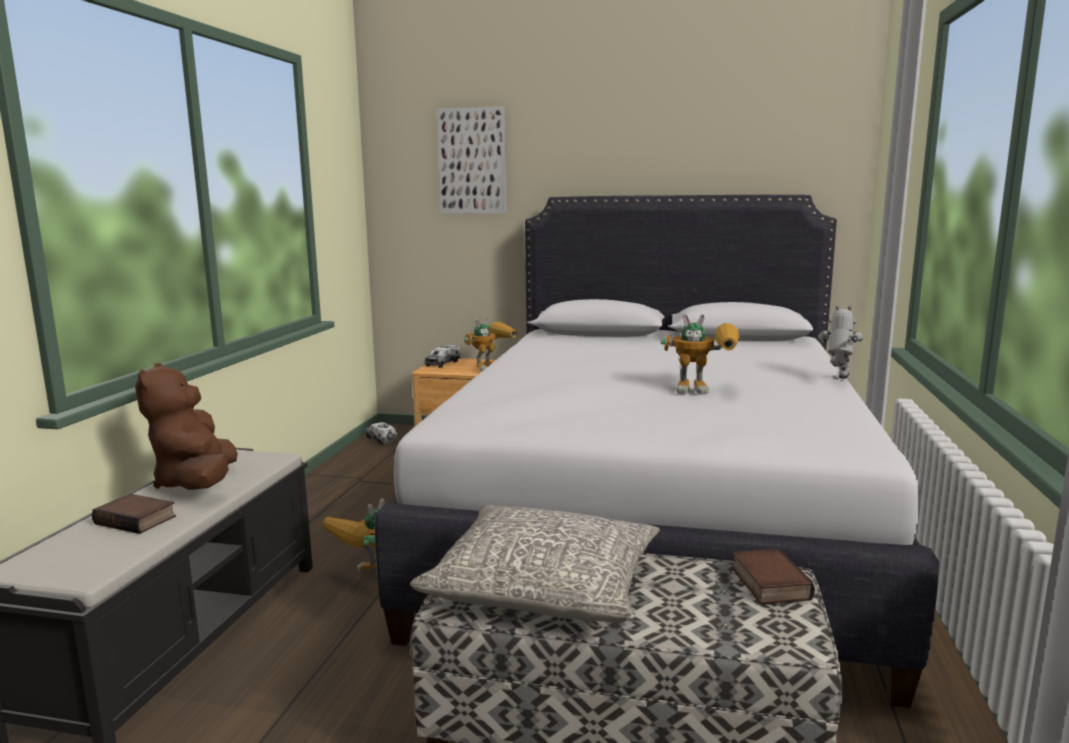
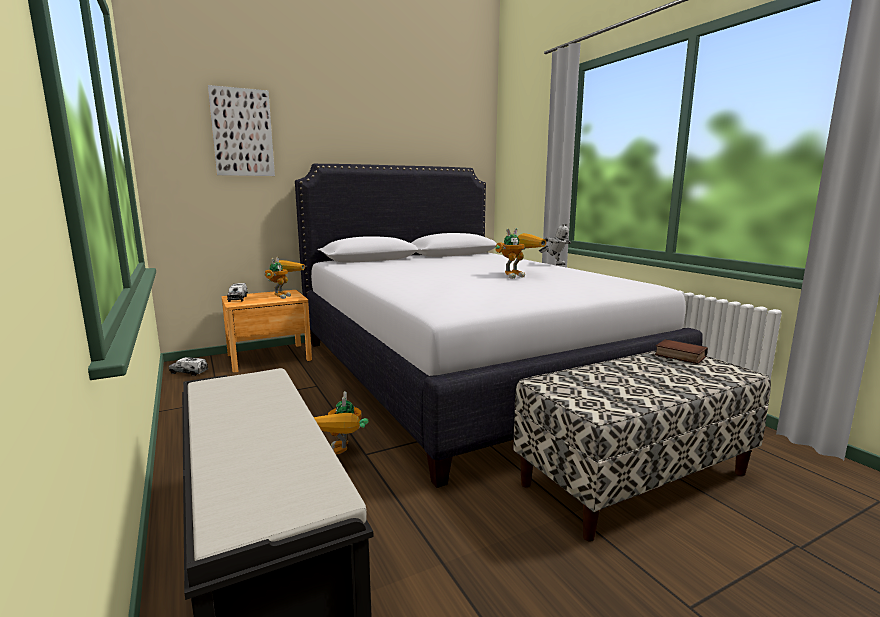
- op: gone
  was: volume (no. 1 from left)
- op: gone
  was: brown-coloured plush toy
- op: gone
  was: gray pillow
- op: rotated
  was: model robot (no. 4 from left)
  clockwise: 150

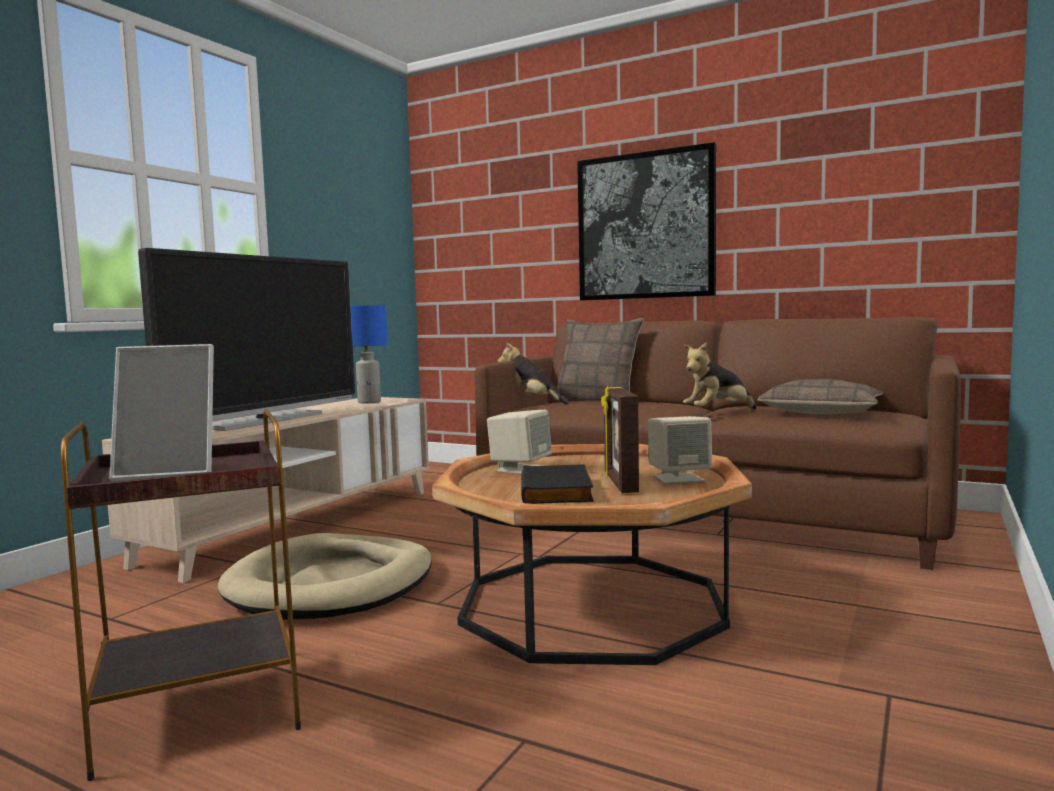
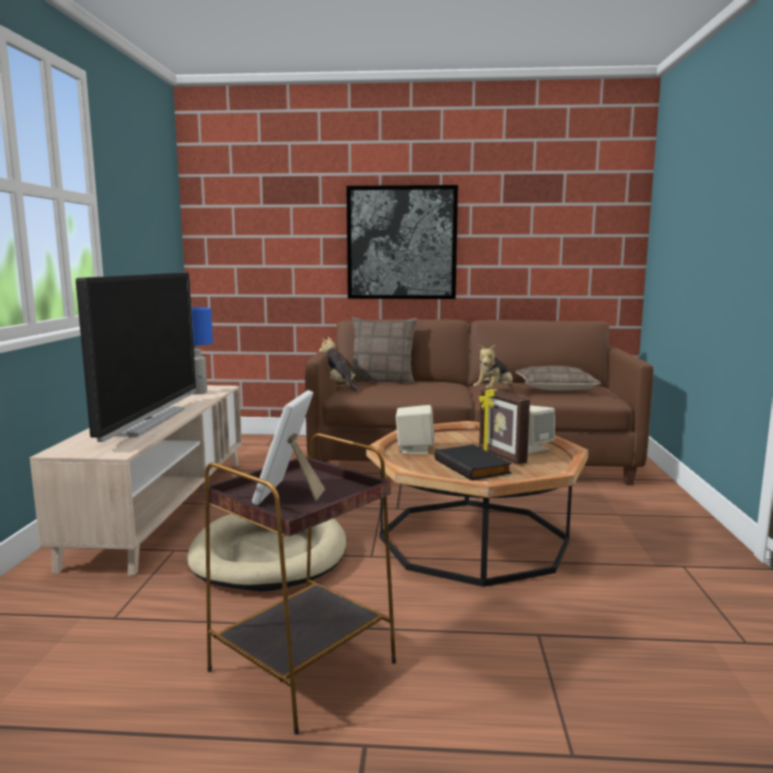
- op: rotated
  was: photo frame (no. 1 from left)
  clockwise: 135
- op: rotated
  was: plush toy (no. 1 from left)
  clockwise: 45

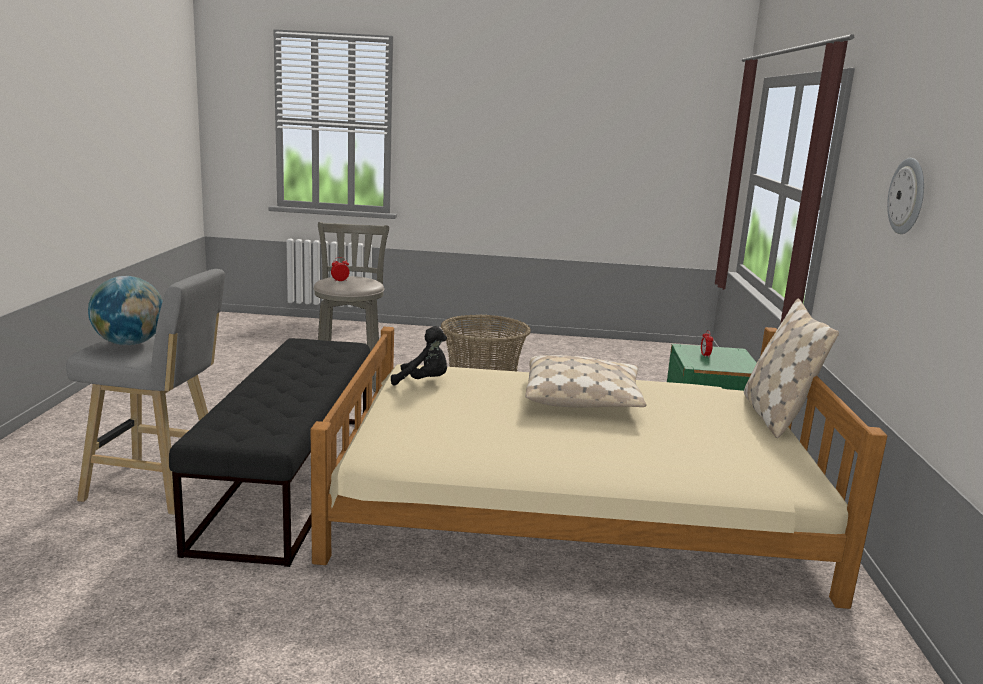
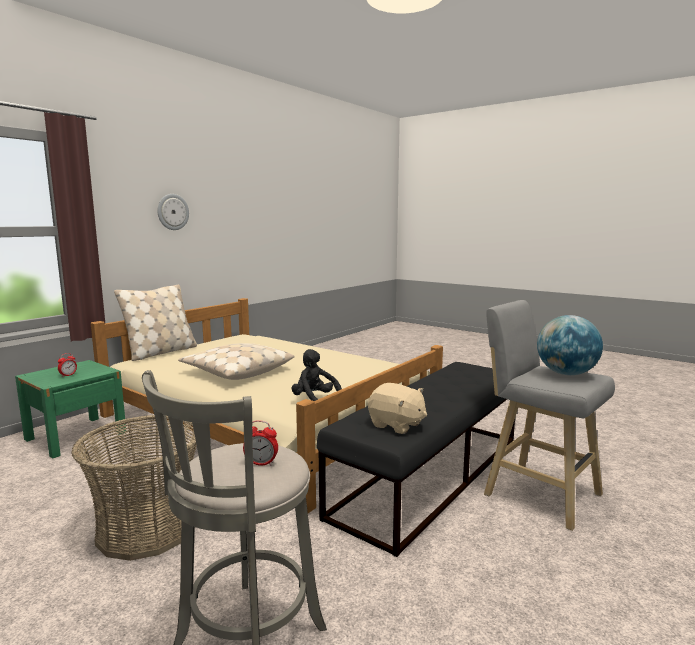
- op: new
  now: sand-coloured plush toy

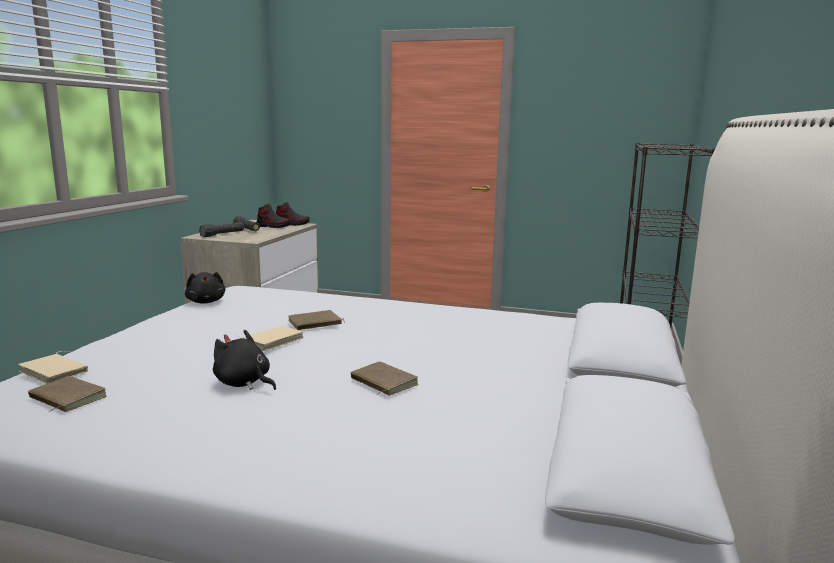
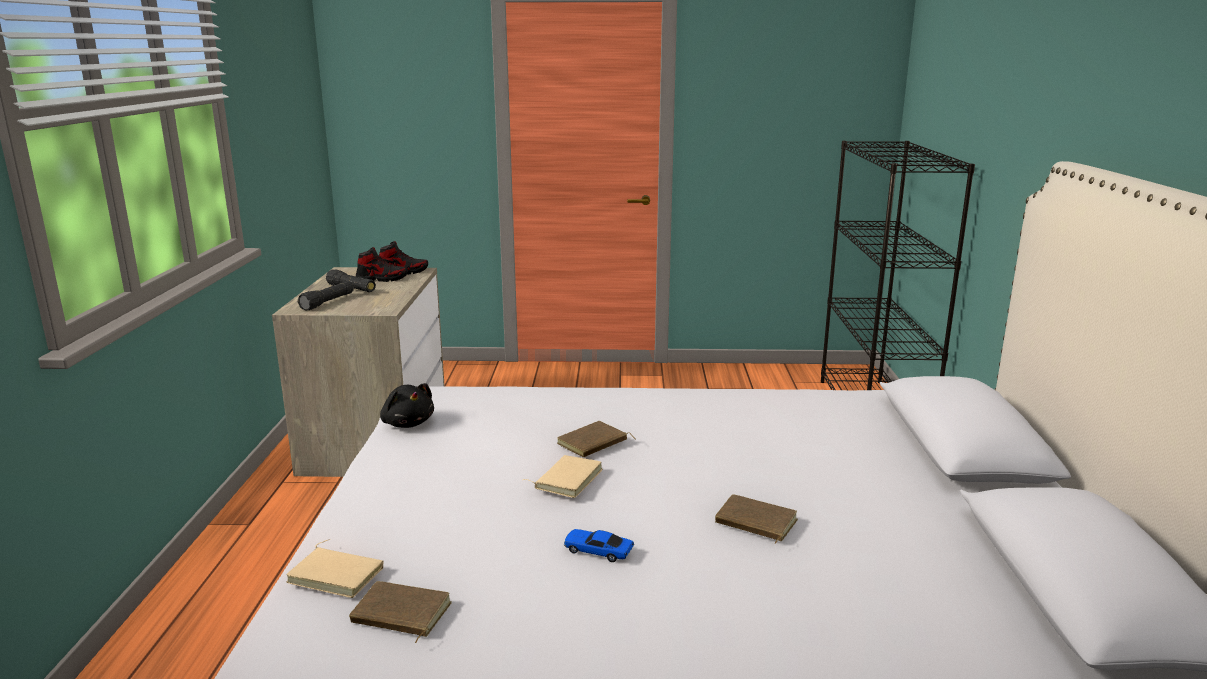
- op: swapped
  was: blackish plush toy (no. 2 from left)
  now: model car

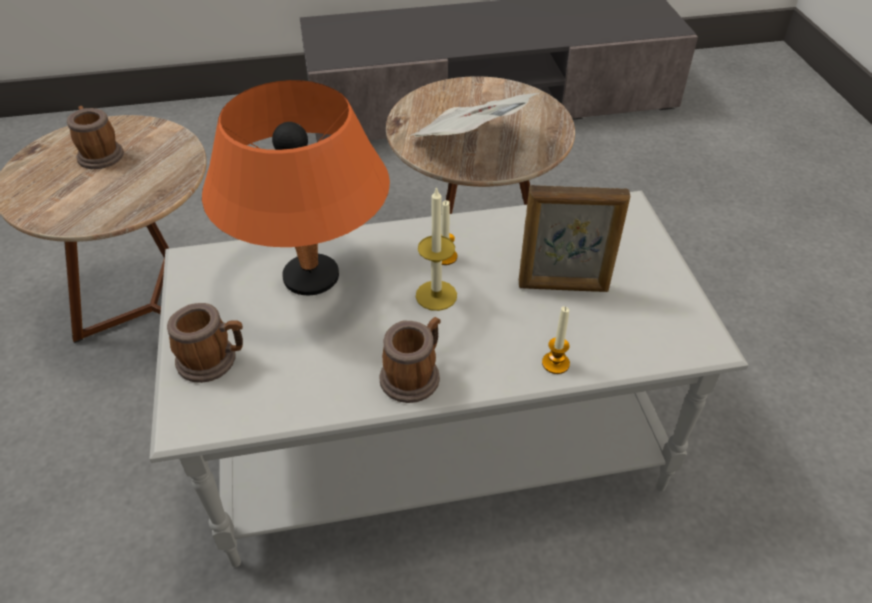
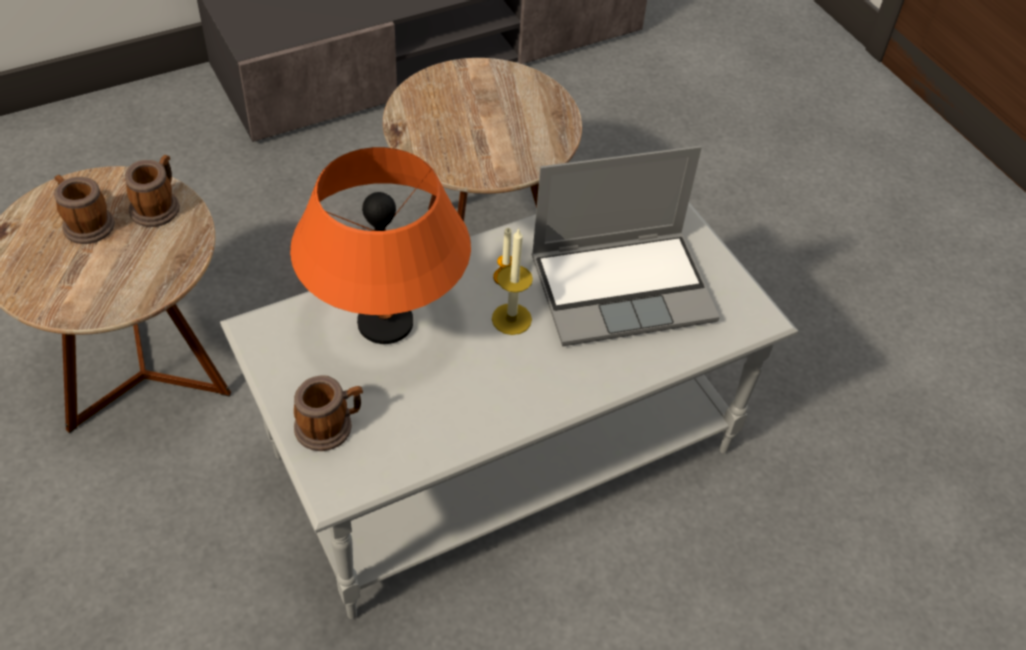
- op: shifted
  was: mug (no. 3 from left in the first image)
  now: mug (no. 2 from left)
- op: gone
  was: daily paper
- op: swapped
  was: photo frame
  now: portable computer
- op: gone
  was: wax light (no. 3 from left)

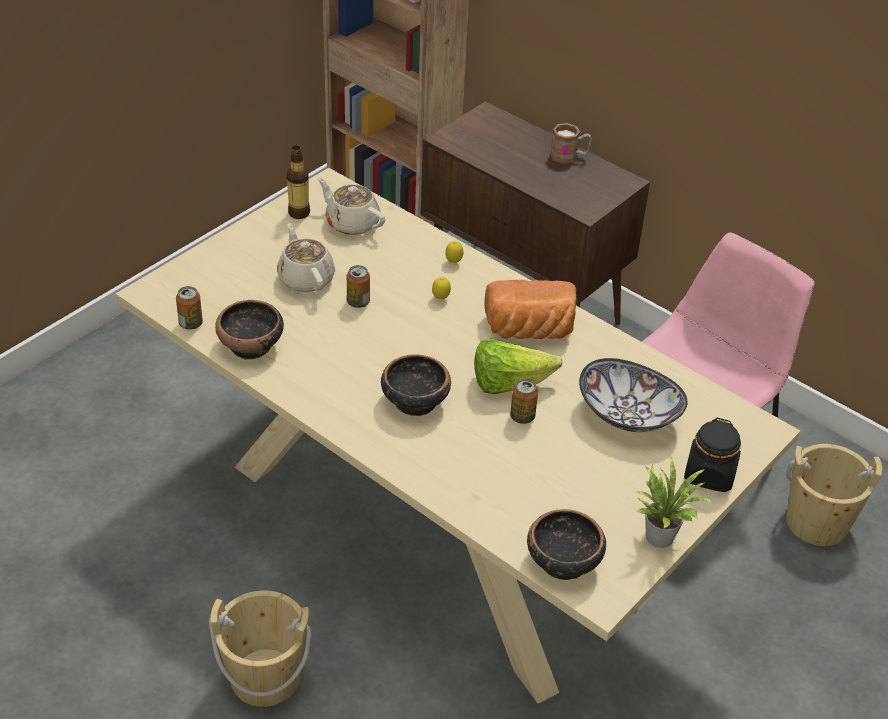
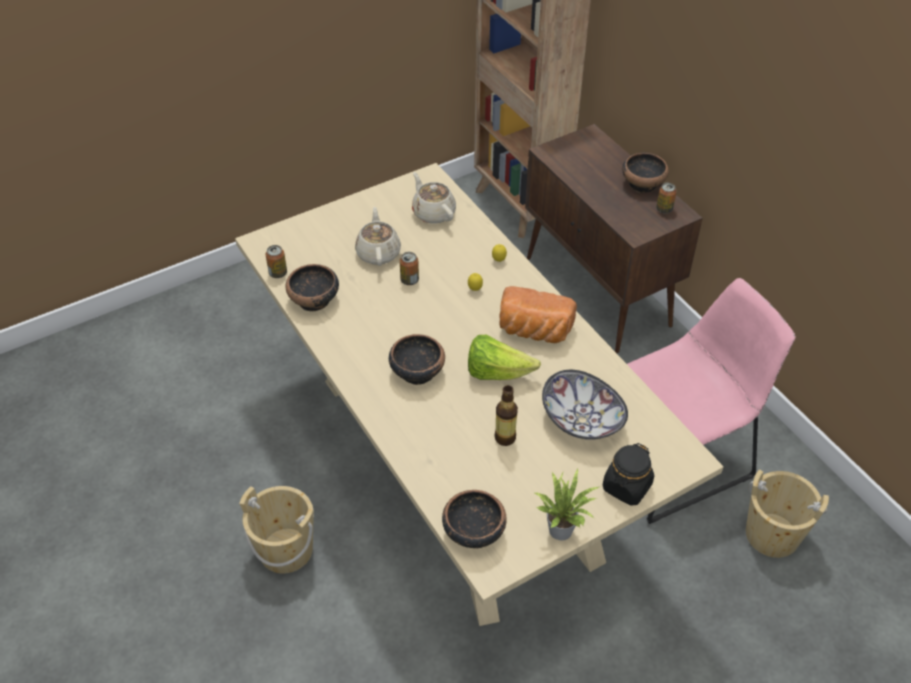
- op: shifted
  was: beverage bottle
- op: shifted
  was: sealed can (no. 3 from left)
- op: swapped
  was: mug
  now: serving bowl (no. 5 from left)

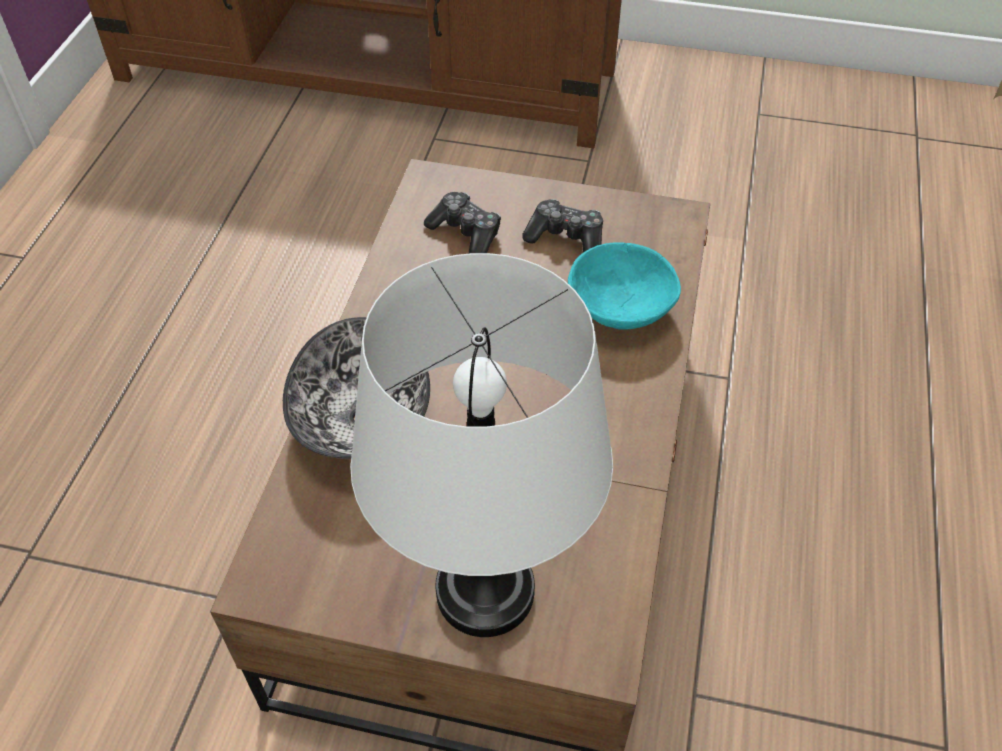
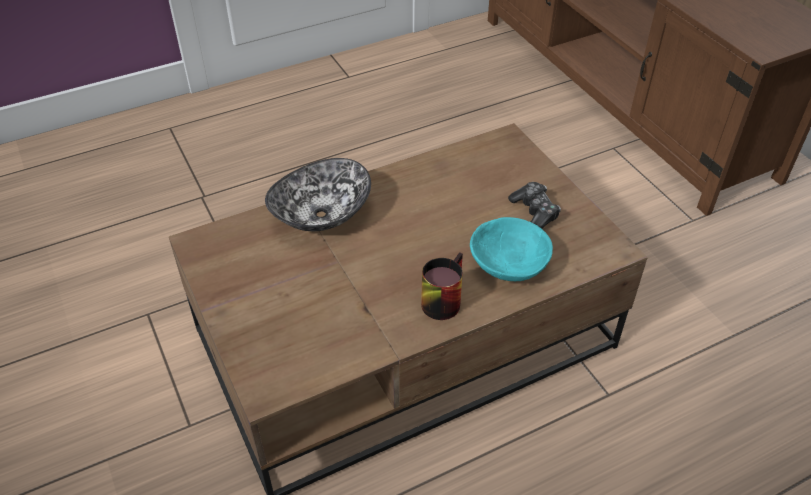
- op: gone
  was: white table lamp
- op: gone
  was: gamepad (no. 1 from left)
- op: new
  now: mug

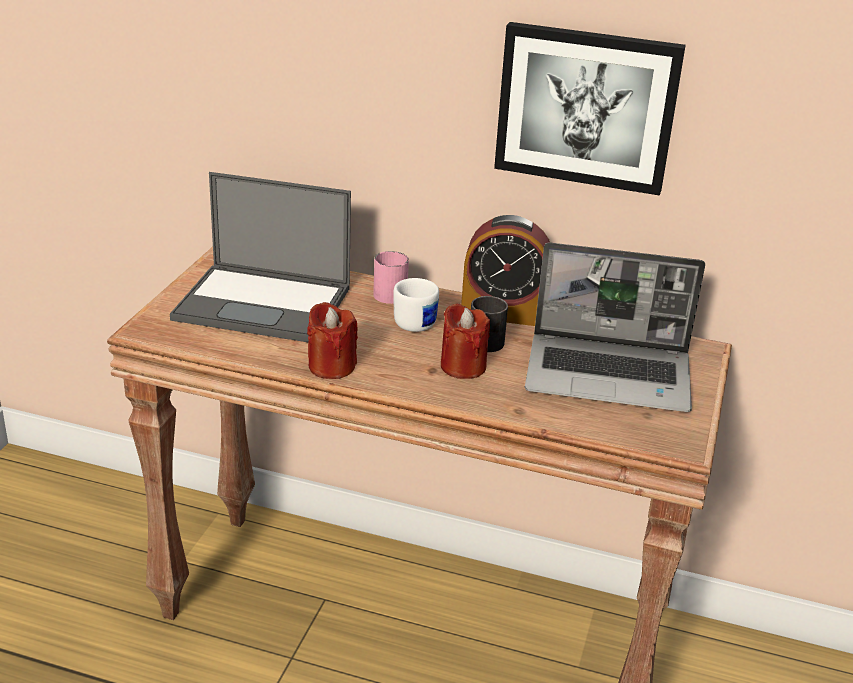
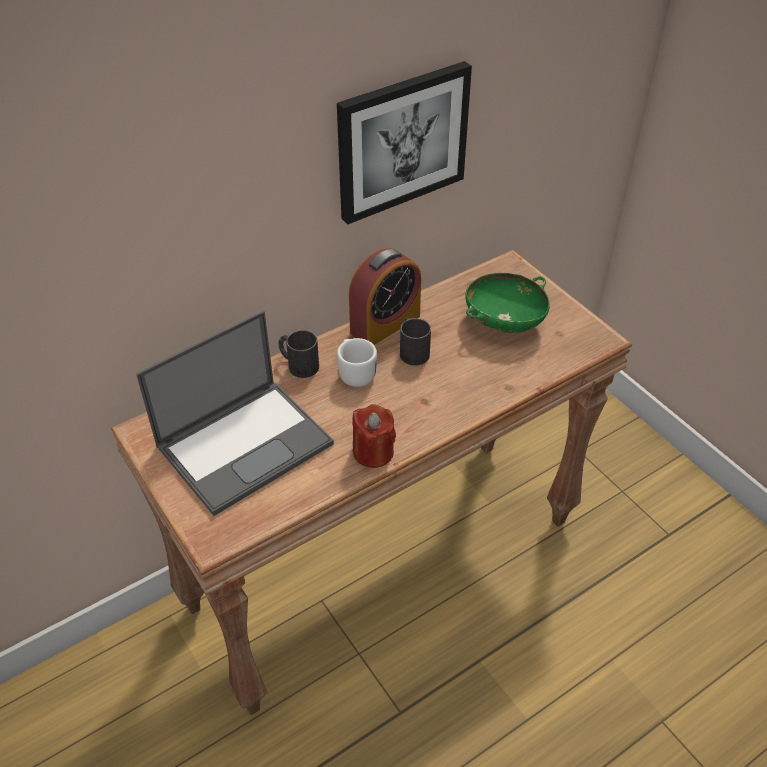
- op: repainted
  was: pink-coloured mug
  now: blackish mug (no. 1 from left)
- op: gone
  was: red wax light (no. 2 from left)
- op: swapped
  was: portable computer (no. 2 from left)
  now: green-coloured serving bowl

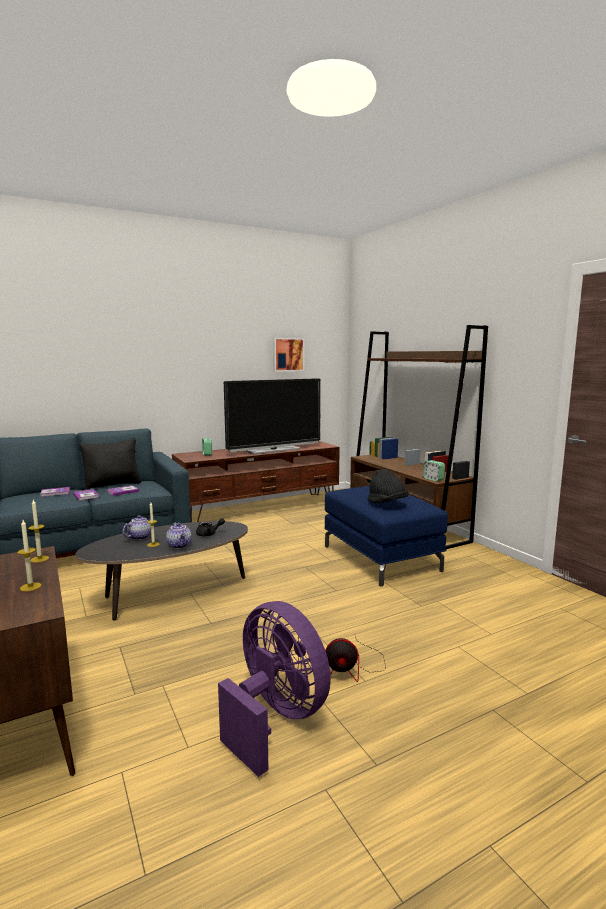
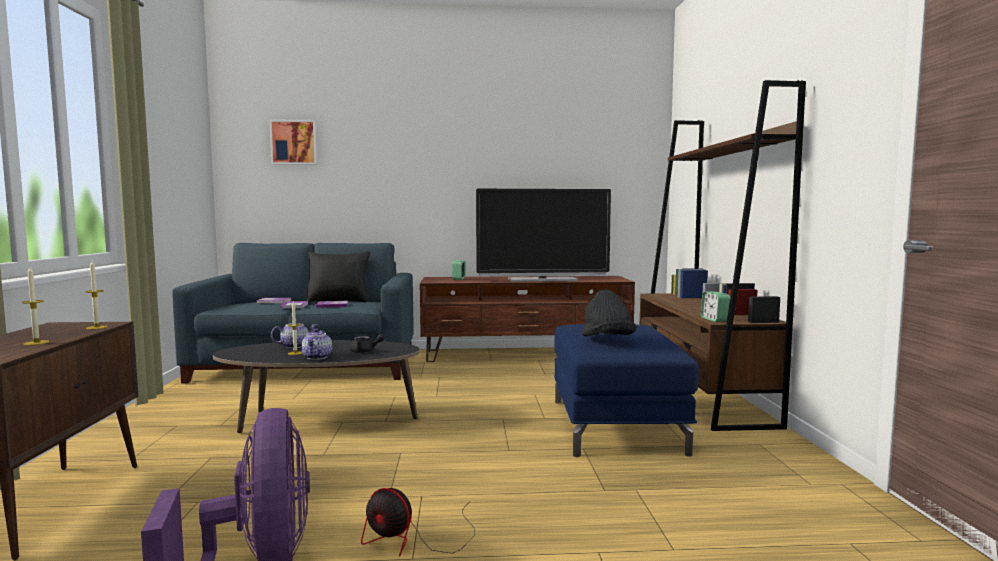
- op: shifted
  was: wall art

